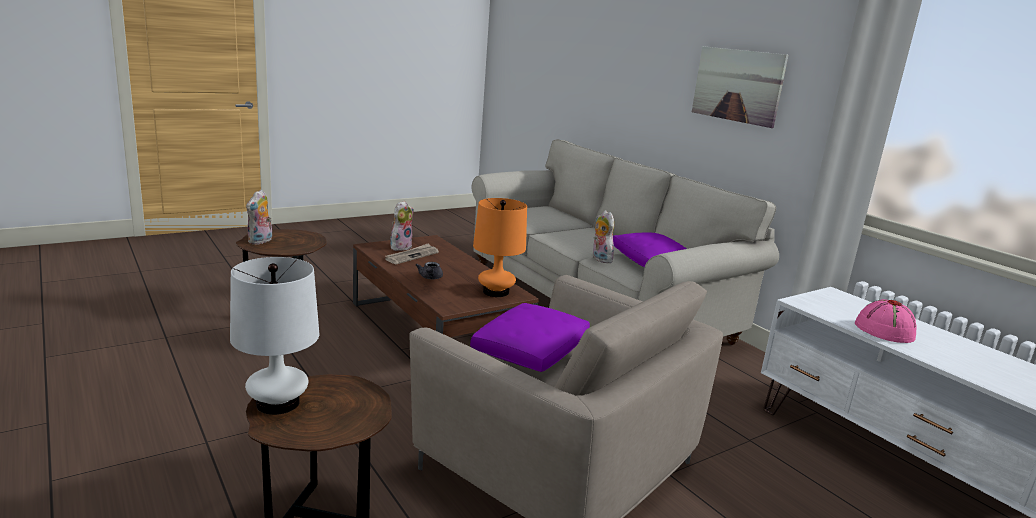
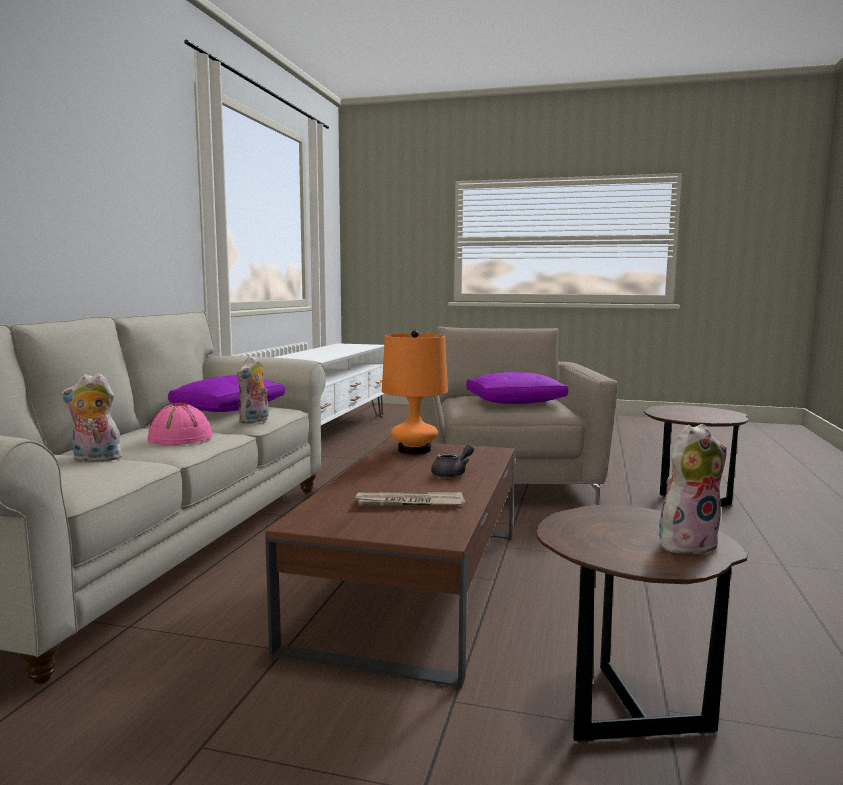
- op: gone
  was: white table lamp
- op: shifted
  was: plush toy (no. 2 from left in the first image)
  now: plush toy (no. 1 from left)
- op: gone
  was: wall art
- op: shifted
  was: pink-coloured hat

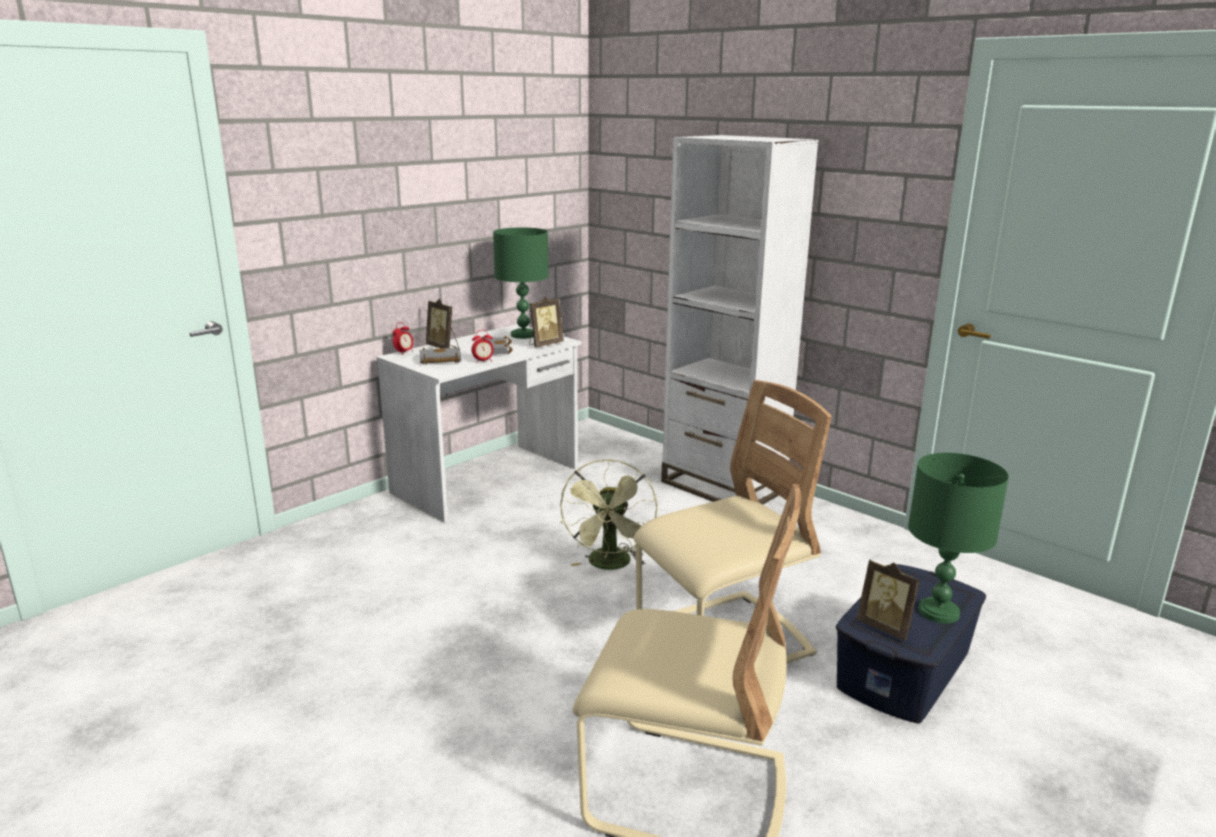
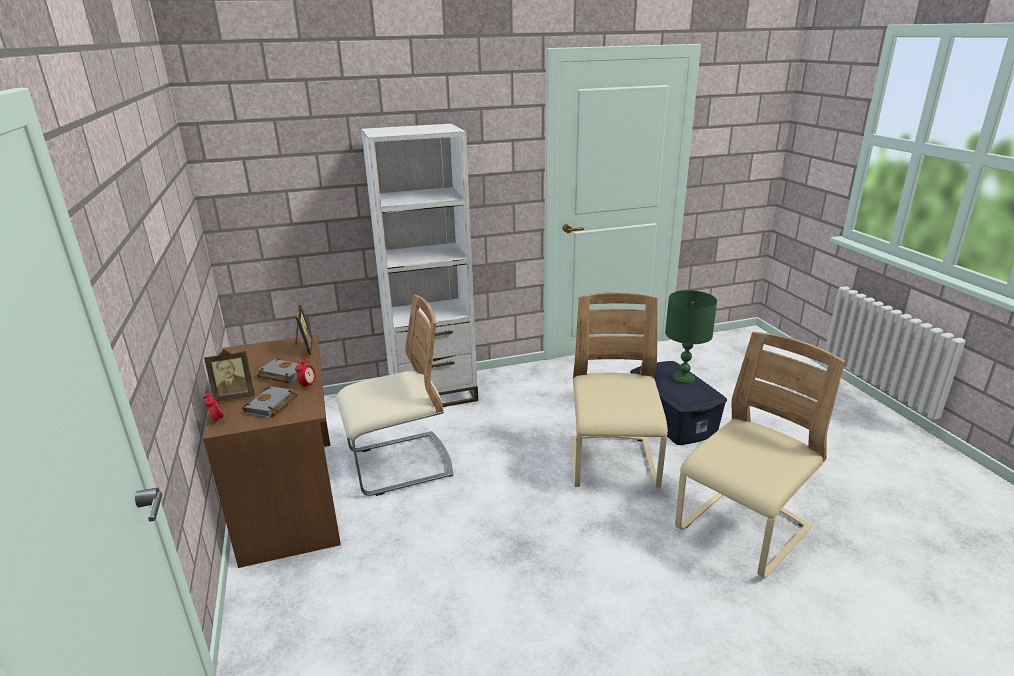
- op: repainted
  was: white desk table
  now: brown-coloured desk table
- op: gone
  was: green-coloured table lamp (no. 1 from left)
- op: gone
  was: green-coloured cooling fan
- op: gone
  was: photo frame (no. 3 from left)
- op: new
  now: sand-coloured upright chair (no. 1 from left)

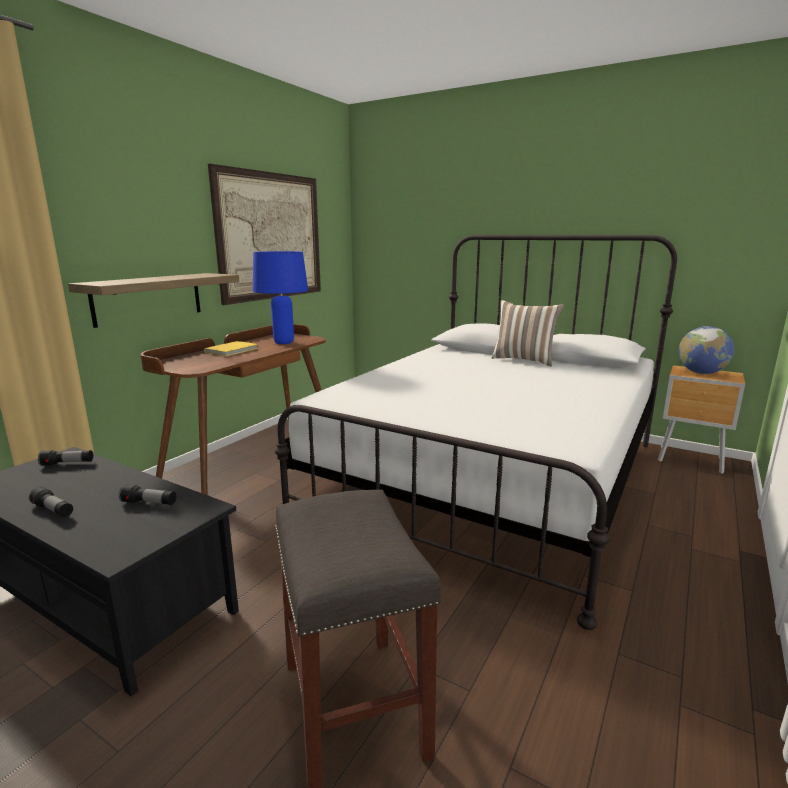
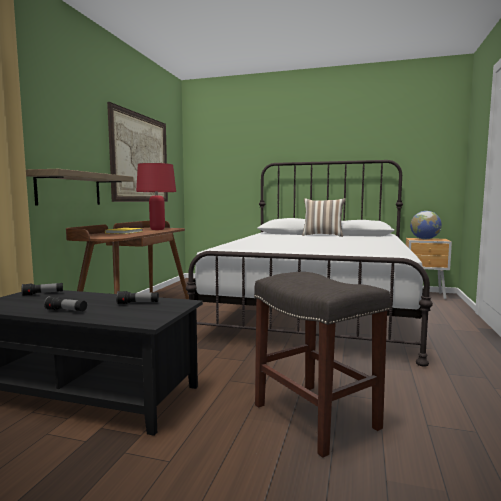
- op: repainted
  was: blue-coloured table lamp
  now: red table lamp

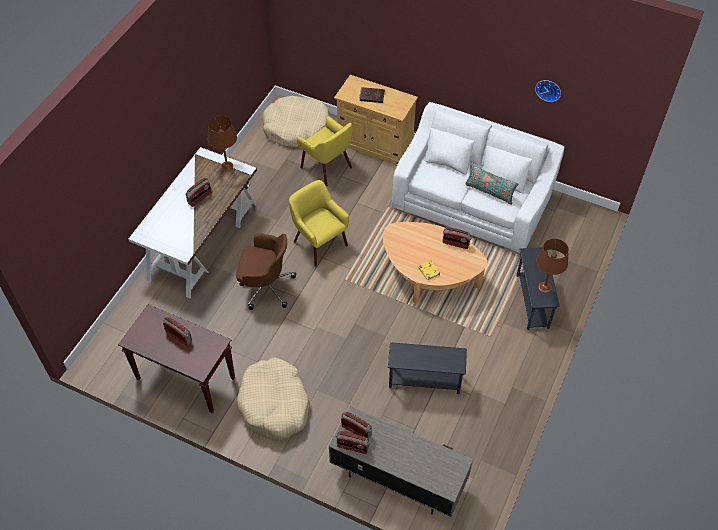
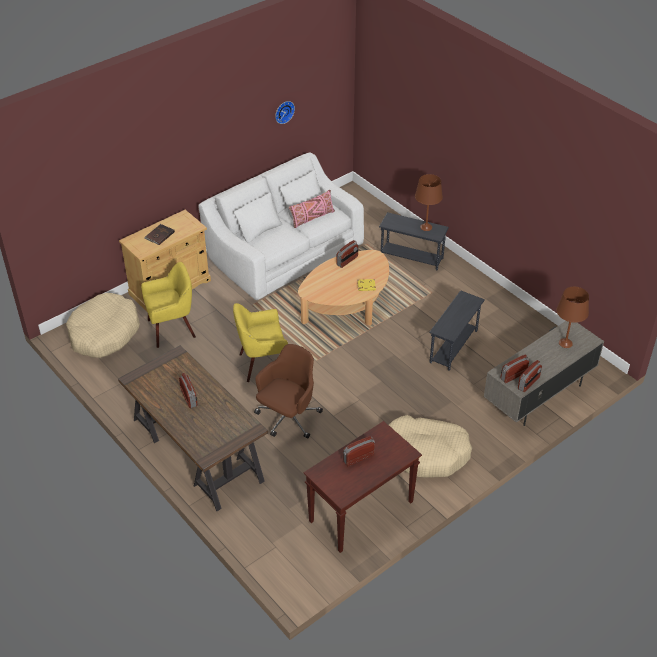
- op: repainted
  was: white desk table
  now: brown-coloured desk table
- op: shifted
  was: brown-coloured table lamp (no. 1 from left in the first image)
  now: brown-coloured table lamp (no. 2 from left)
- op: repainted
  was: turquoise pillow
  now: pink-coloured pillow

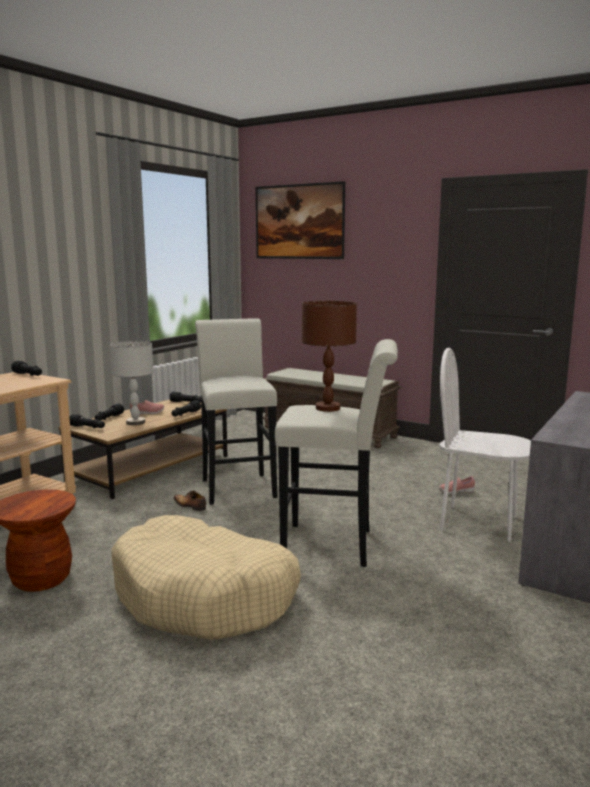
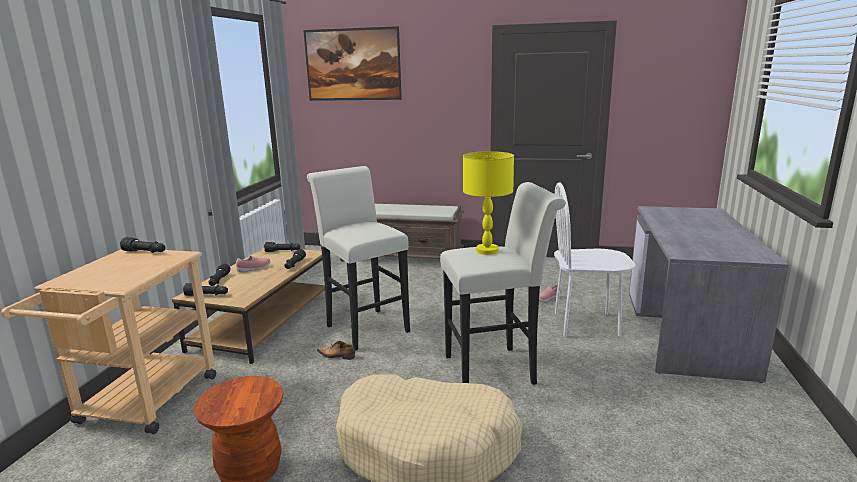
- op: gone
  was: gray table lamp
- op: repainted
  was: brown-coloured table lamp
  now: yellow-coloured table lamp

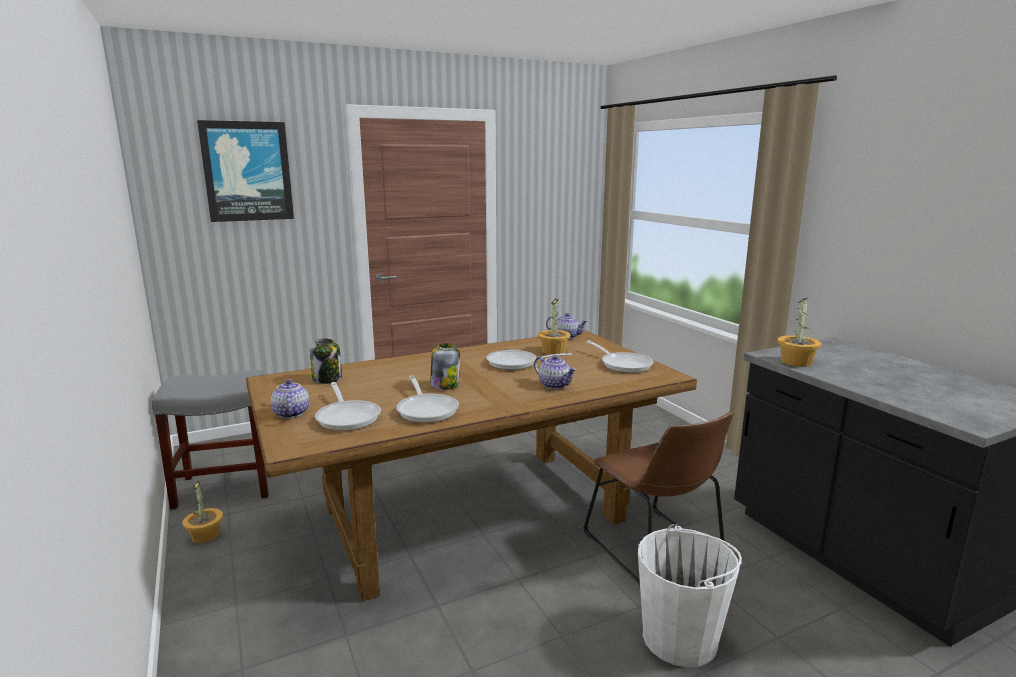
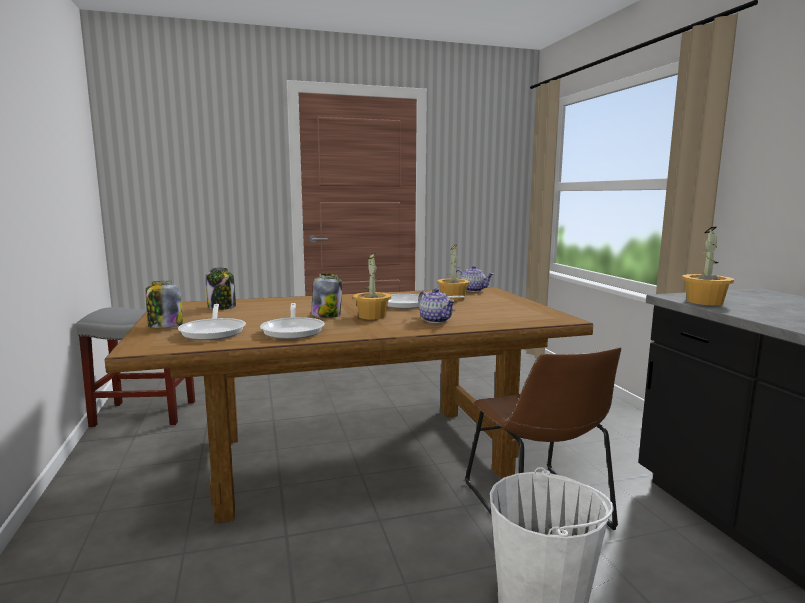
- op: shifted
  was: houseplant (no. 1 from left)
- op: gone
  was: wall art
- op: swapped
  was: pot for tea (no. 1 from left)
  now: storage jar (no. 1 from left)
- op: gone
  was: pan (no. 4 from left)

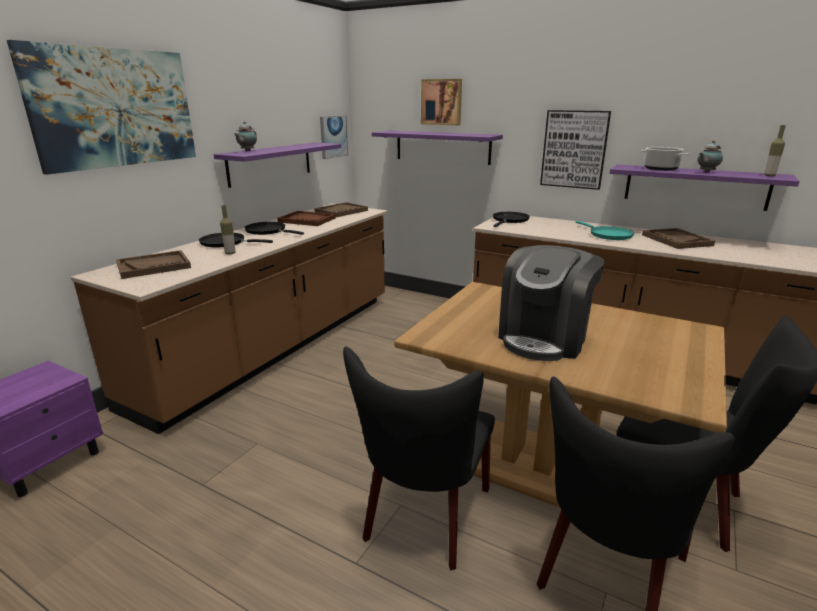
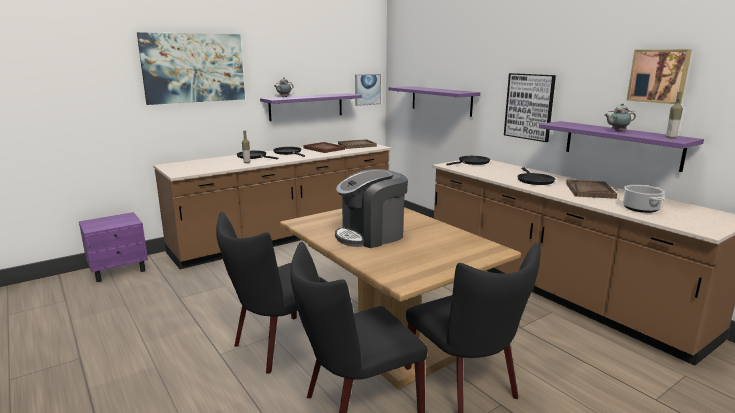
- op: gone
  was: brown-coloured serving tray (no. 1 from left)
- op: shifted
  was: wall art (no. 3 from left in the first image)
  now: wall art (no. 4 from left)
- op: repainted
  was: turquoise pan
  now: blackish pan (no. 4 from left)
- op: shifted
  was: cooking pot

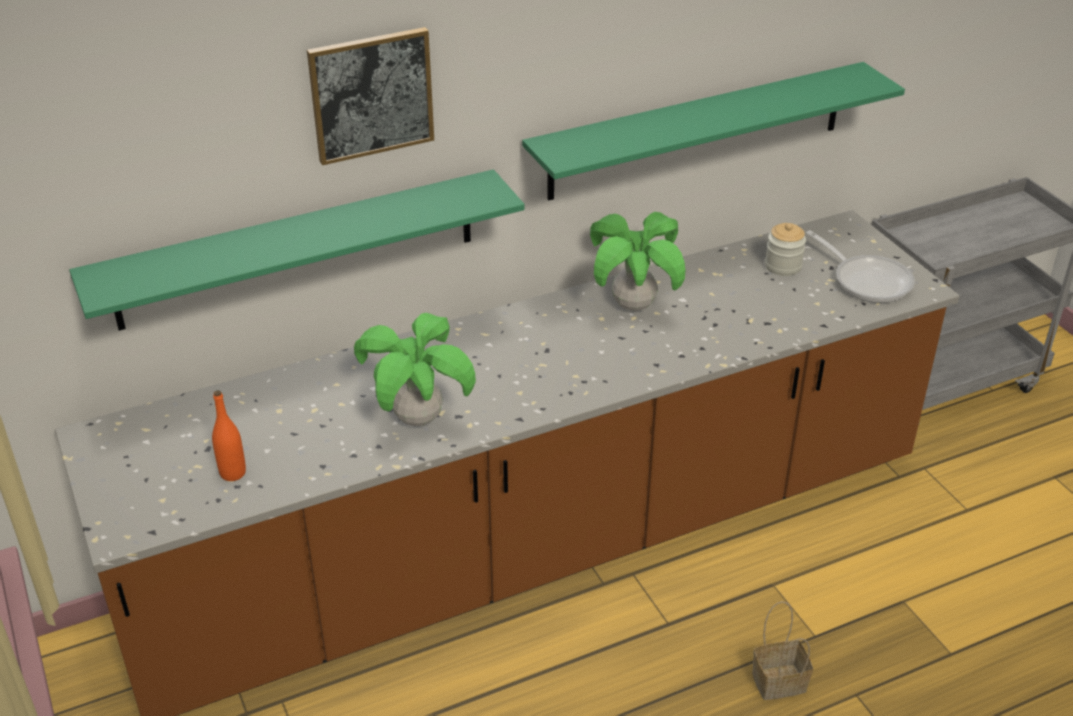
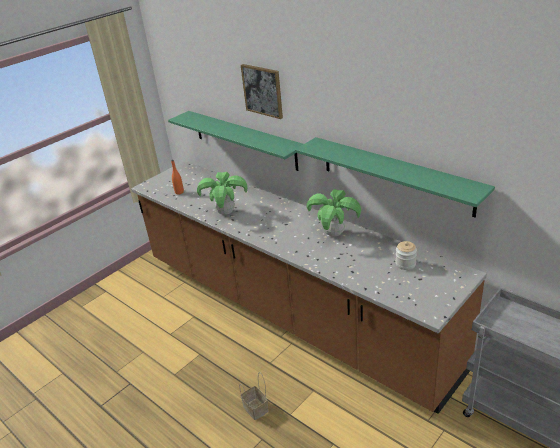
- op: gone
  was: pan

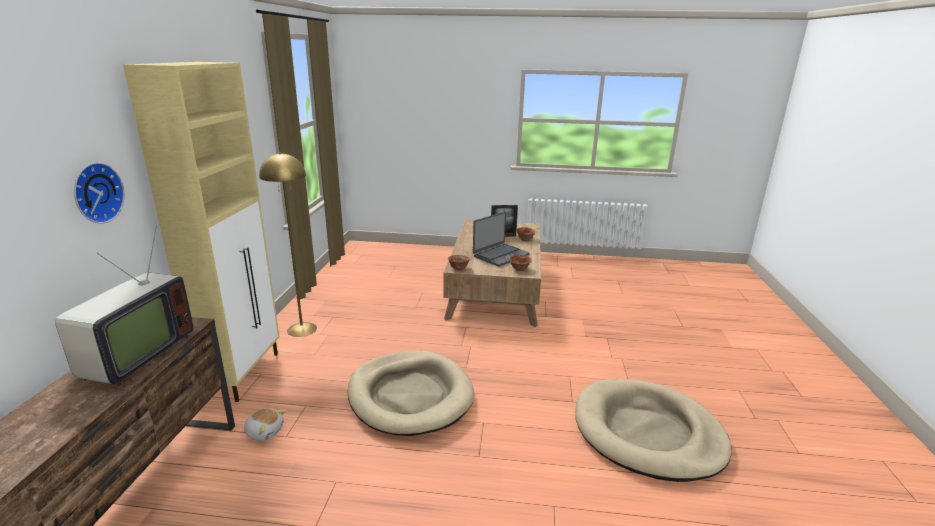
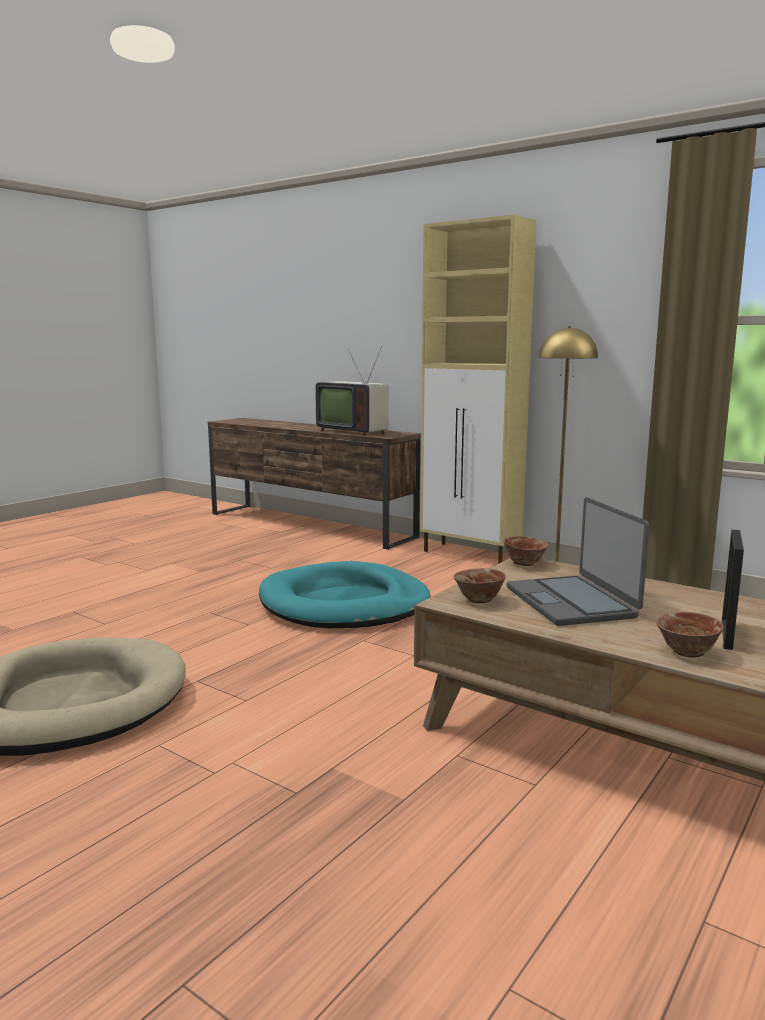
- op: gone
  was: clock on the wall
- op: gone
  was: plush toy
- op: repainted
  was: sand-coloured dog cushion (no. 1 from left)
  now: turquoise dog cushion

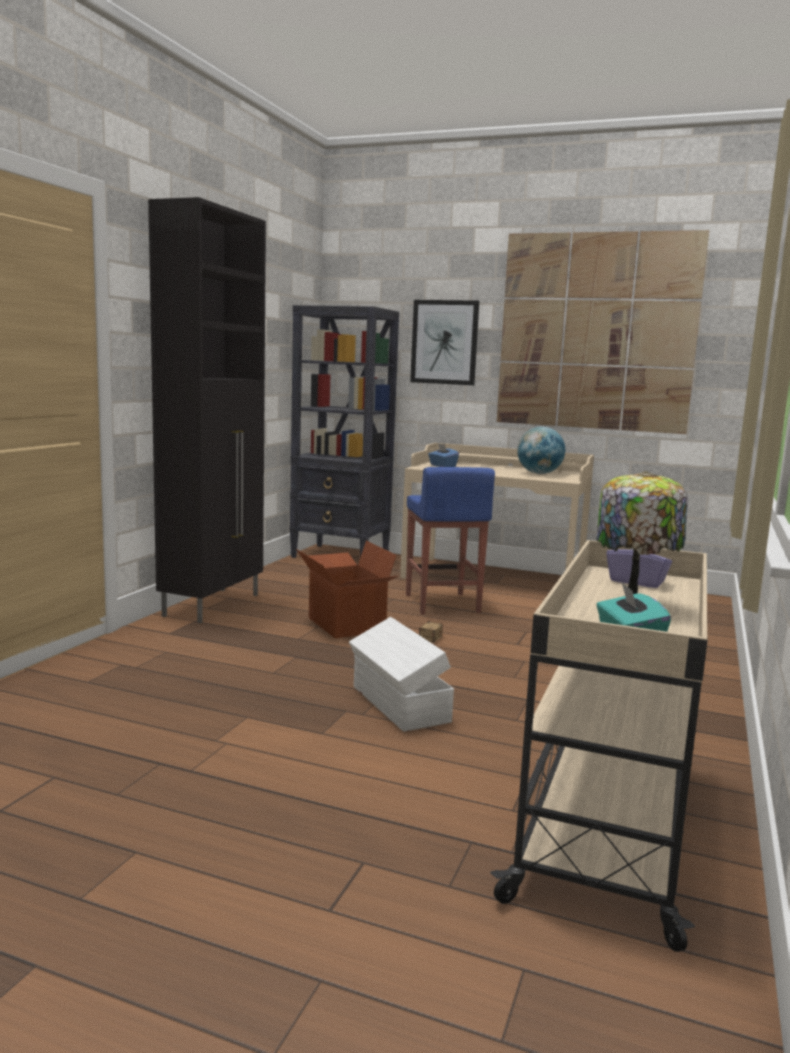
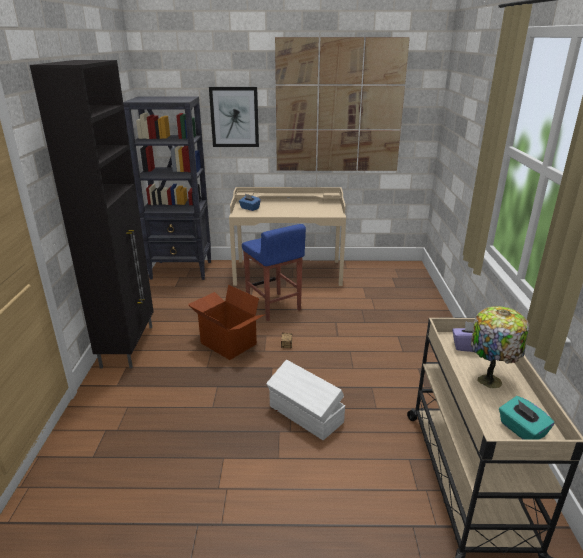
- op: gone
  was: desk globe

